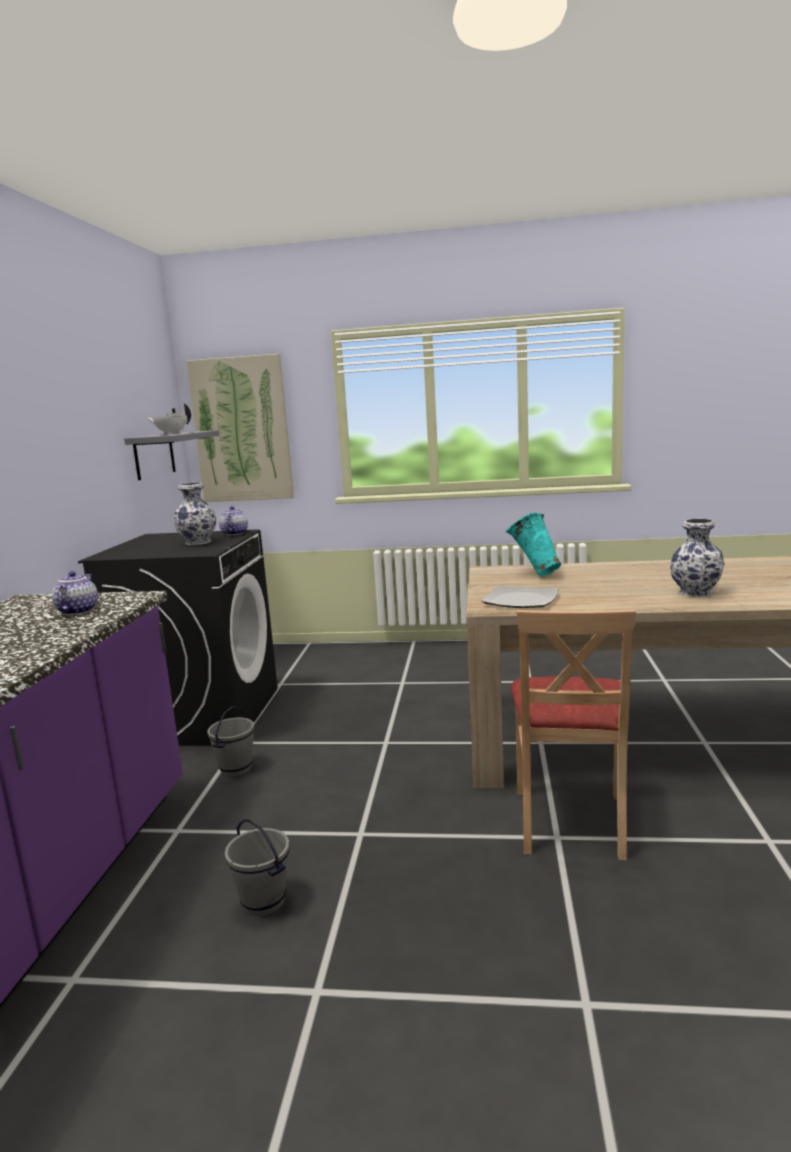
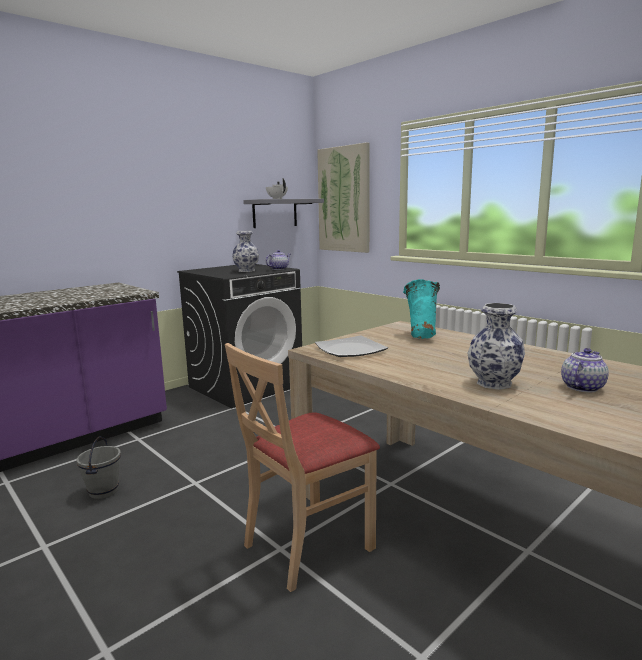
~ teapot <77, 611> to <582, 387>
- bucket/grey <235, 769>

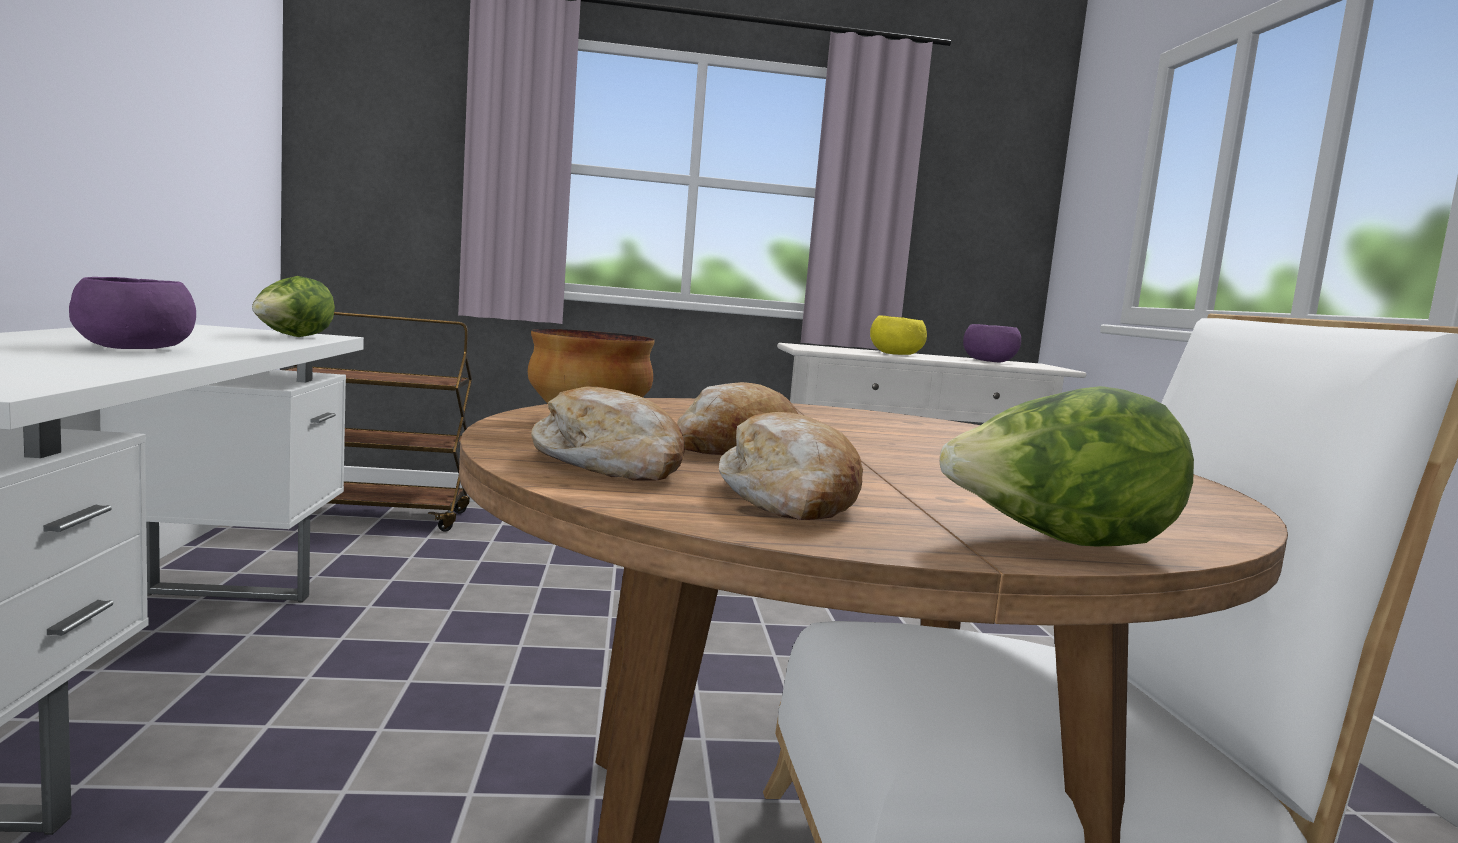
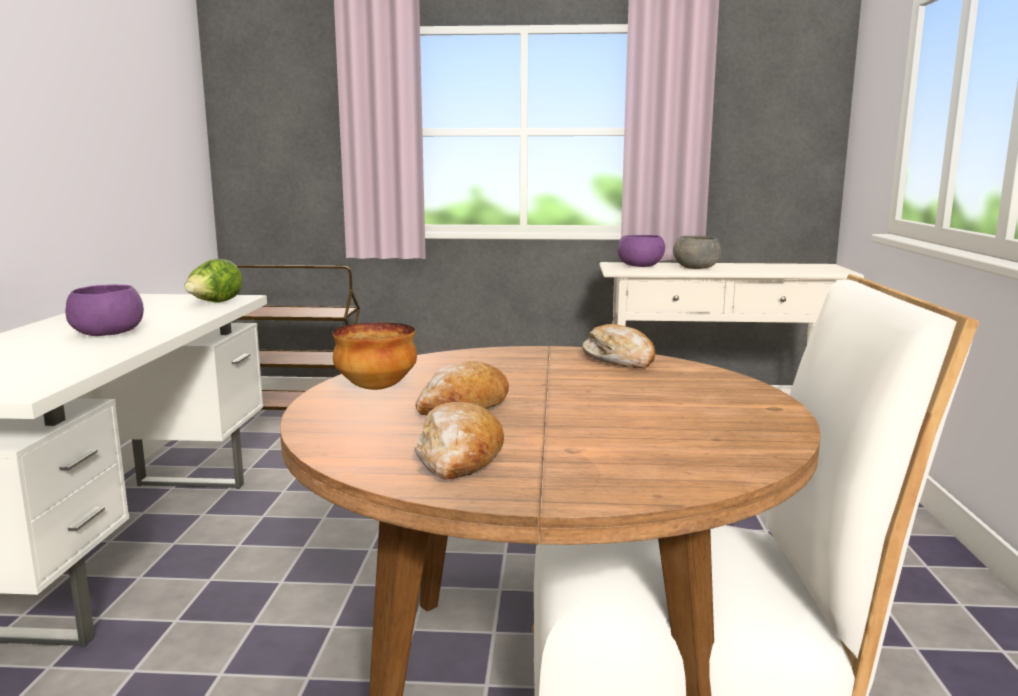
~ bread <609, 464> to <619, 360>
~ bowl/purple <989, 361> to <640, 266>
~ bowl/yellow <896, 354> to bowl/grey <696, 268>
- lettuce <1057, 544>

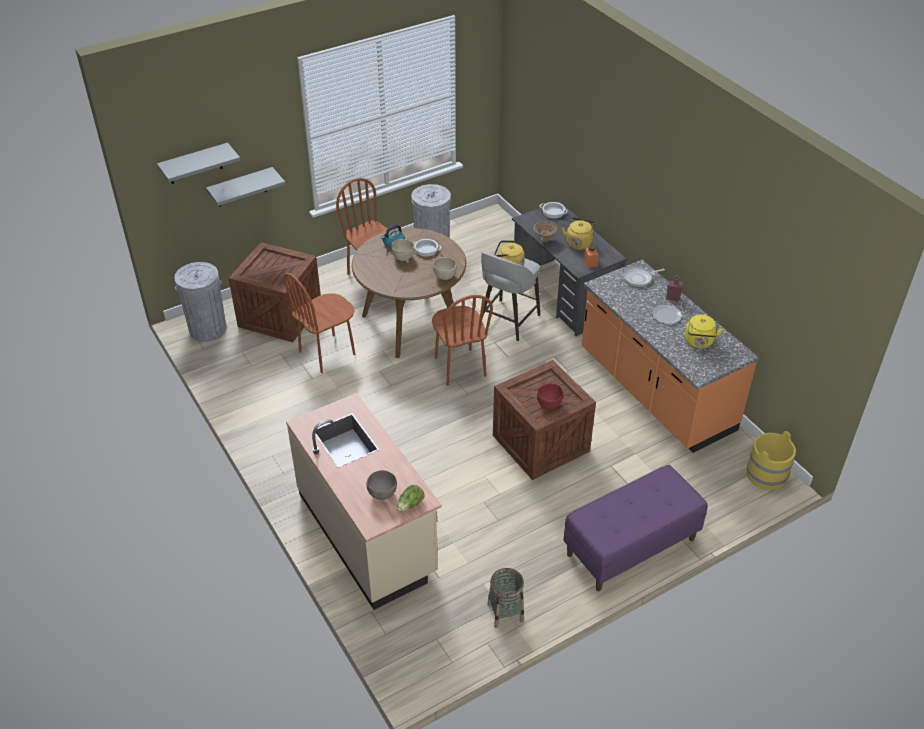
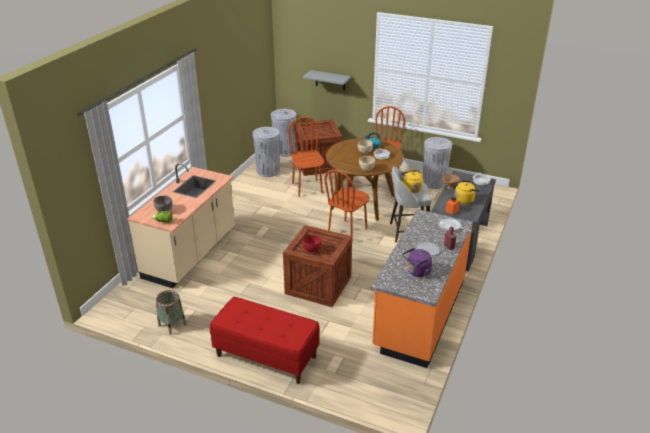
~ bench/purple <631, 547> to bench/red <266, 356>
+ trash can/grey <268, 171>
~ chair/brown <327, 353> = <307, 188> 60 degrees clockwise
~ kettle/yellow <699, 342> to kettle/purple <417, 272>
- shelf/grey <195, 164>
- bucket/yellow <766, 475>

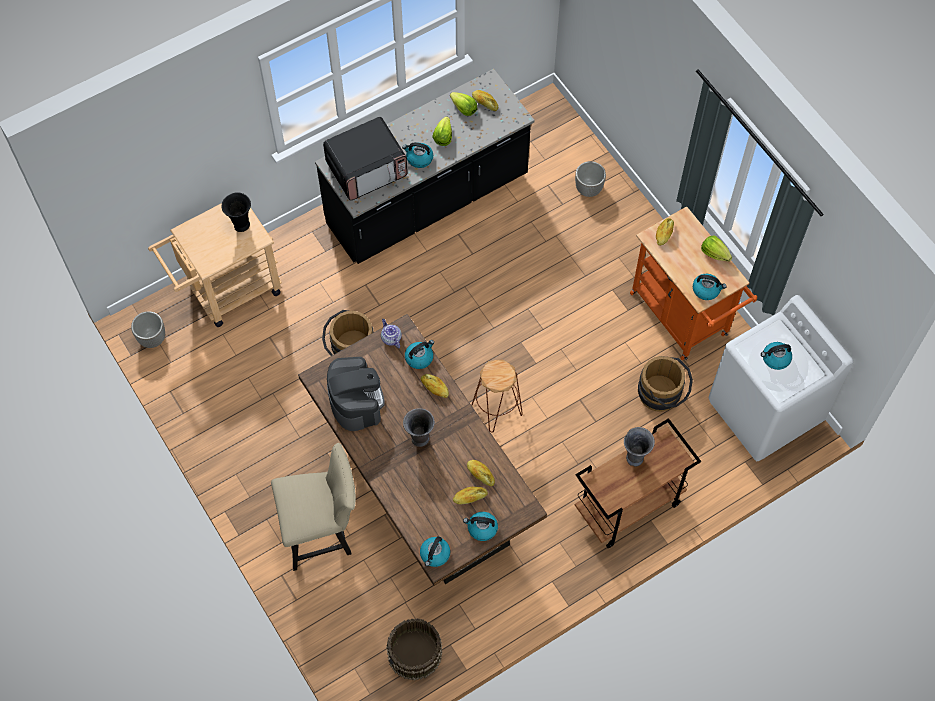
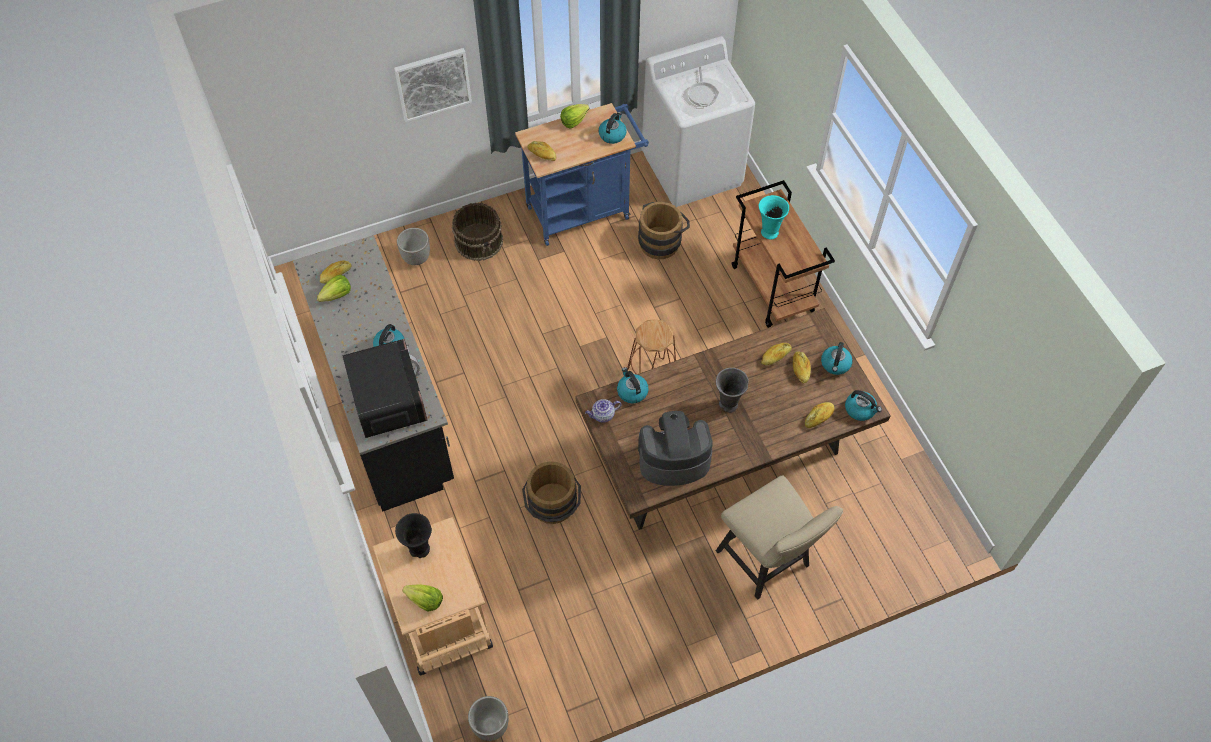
+ picture <433, 84>
~ lettuce <443, 137> to <425, 601>
~ bucket/brown <415, 654> to <479, 240>
~ cart/orange <683, 318> to cart/blue <584, 210>
~ kettle <775, 359> to frying pan <702, 94>
~ chair/beige <322, 532> = <767, 562> 150 degrees clockwise
~ vase/grey <635, 457> to vase/turquoise <769, 232>
~ bread <434, 388> to <819, 417>

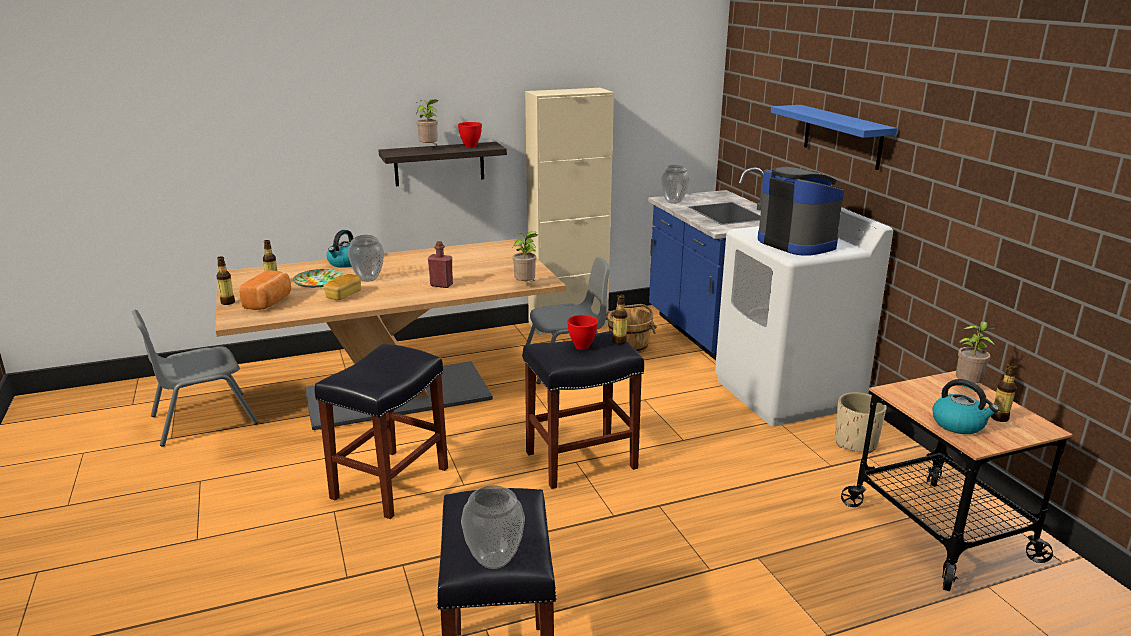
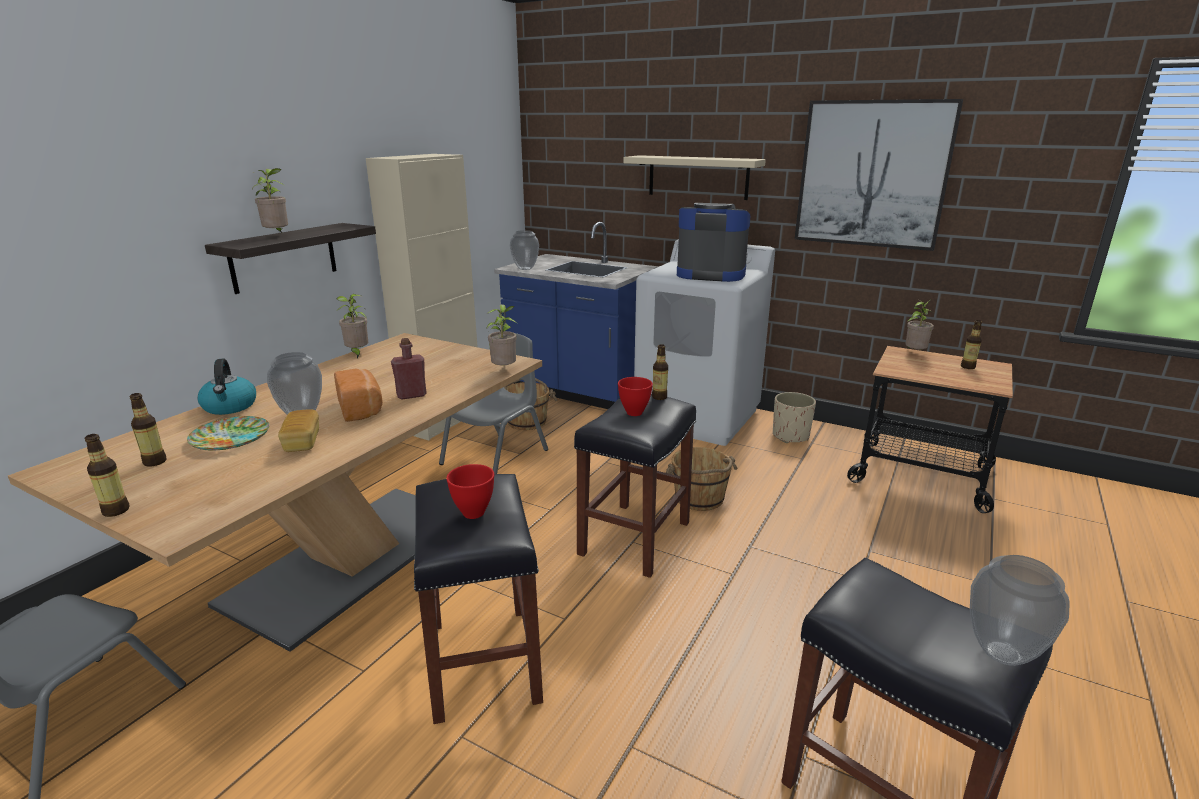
~ bread <269, 302> to <361, 408>
+ potted plant <357, 354>
~ bowl/red <470, 146> to <473, 514>
~ shelf/blue <842, 136> to shelf/beige <698, 177>
+ bucket/brown <699, 498>
+ picture <872, 174>
- kettle <959, 424>

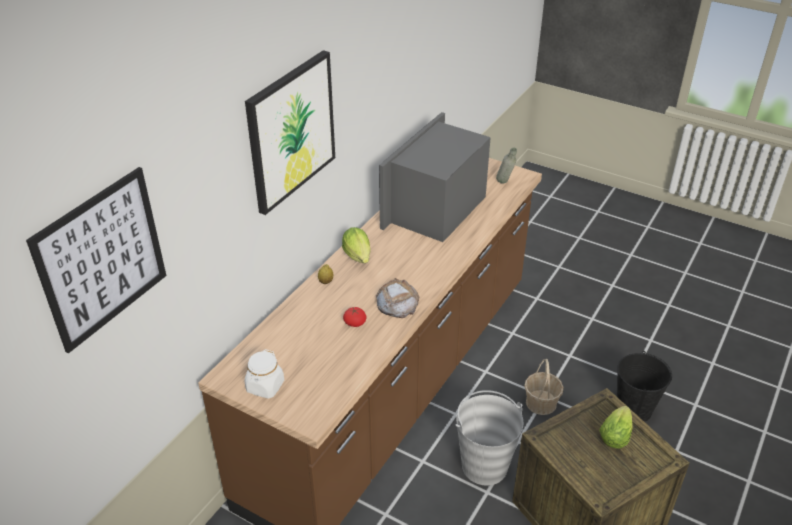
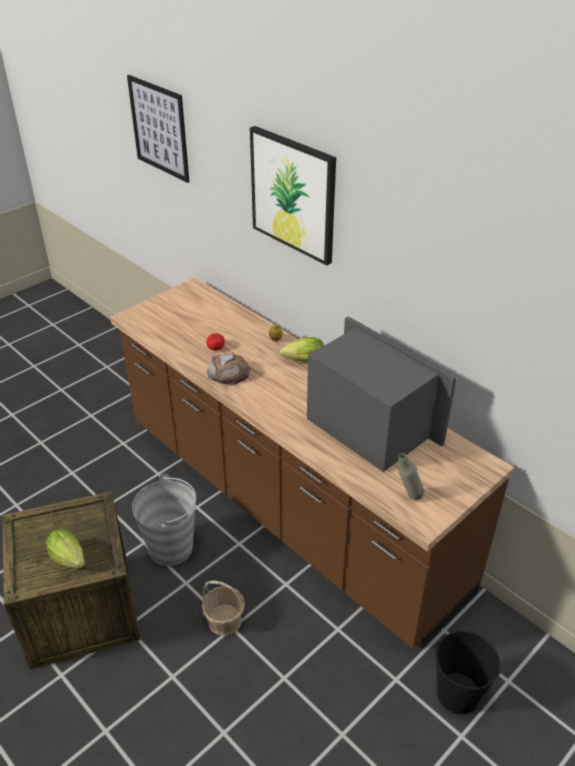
~ bucket/black <633, 409> to <457, 693>
- jar/white <265, 386>

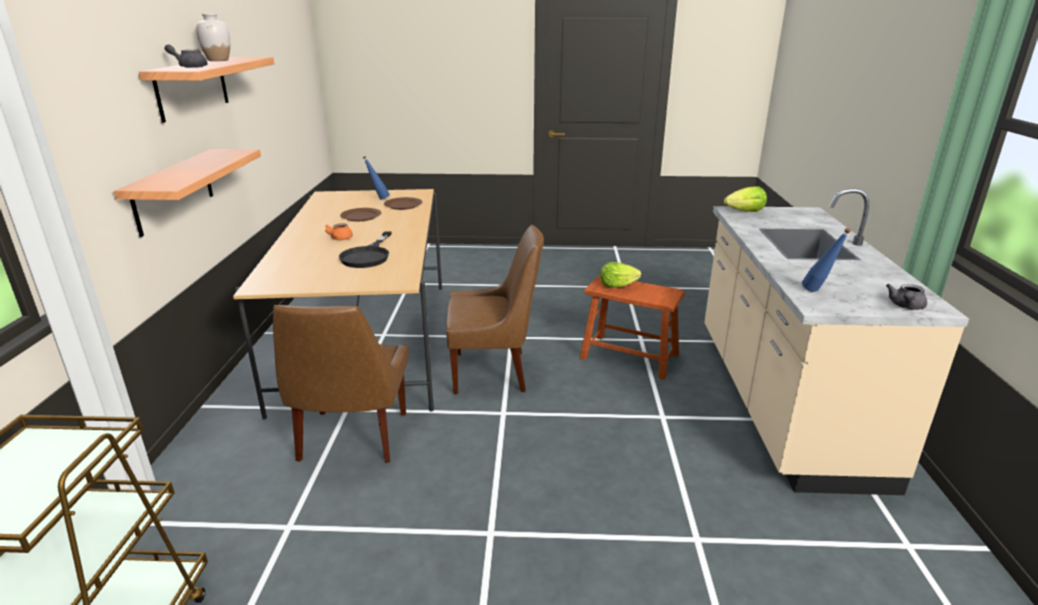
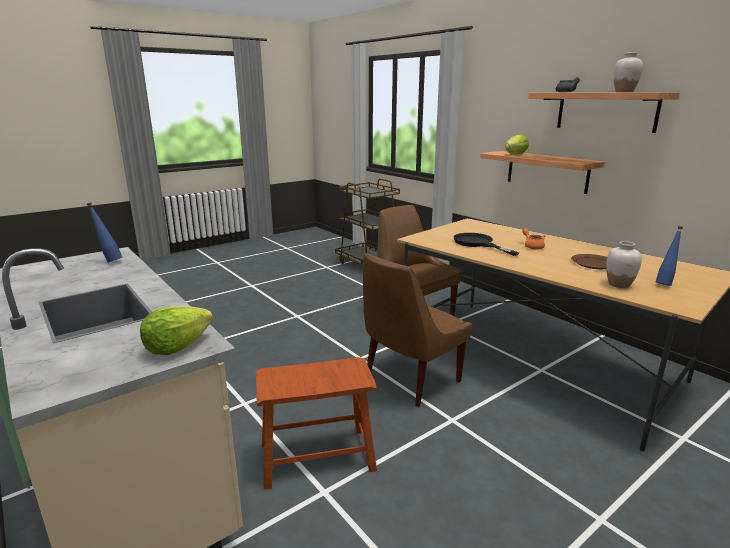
~ lettuce <617, 286> to <515, 154>
~ plate/brown <403, 205> to vase/white <619, 285>
- teapot/grey <905, 306>

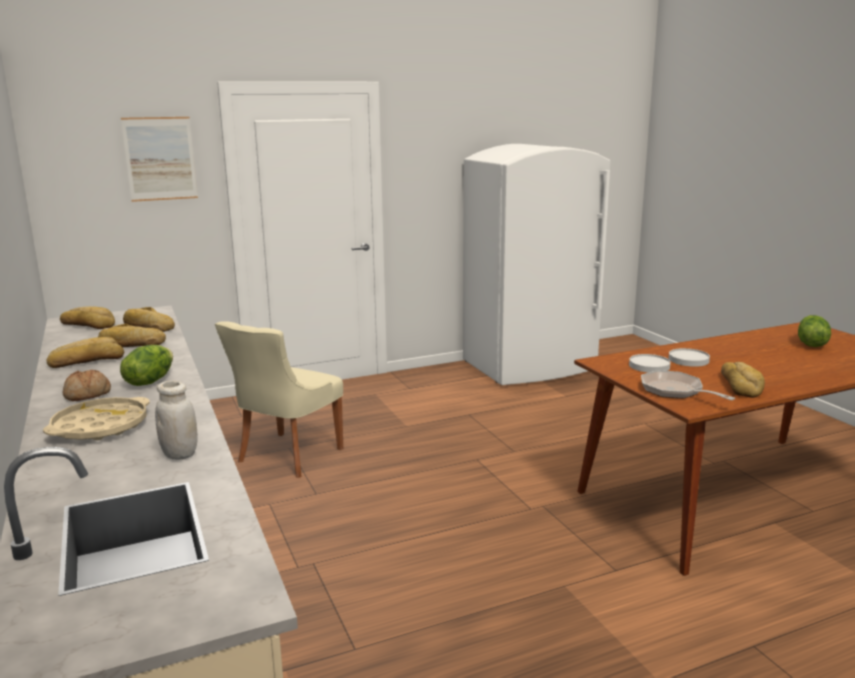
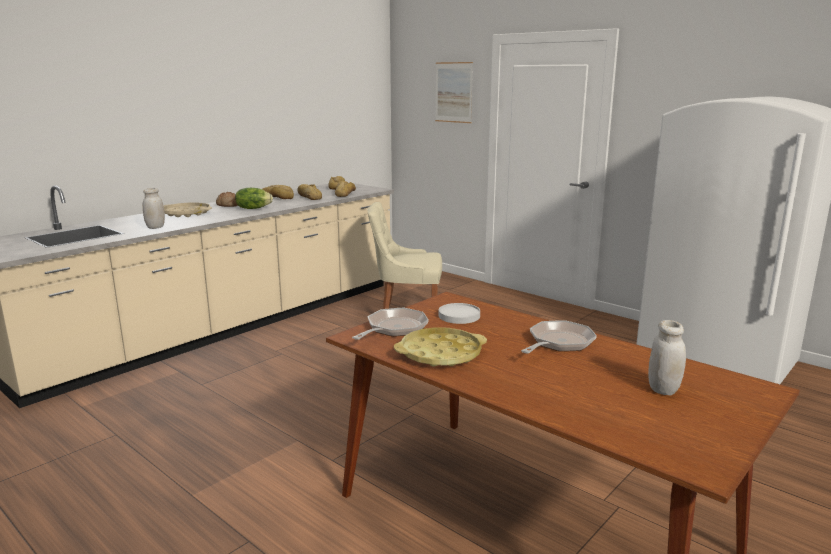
~ bread <741, 385> to tray/yellow <440, 354>
+ frying pan <558, 343>
~ lettuce <810, 344> to jar/white <663, 389>
- plate/white <688, 360>

